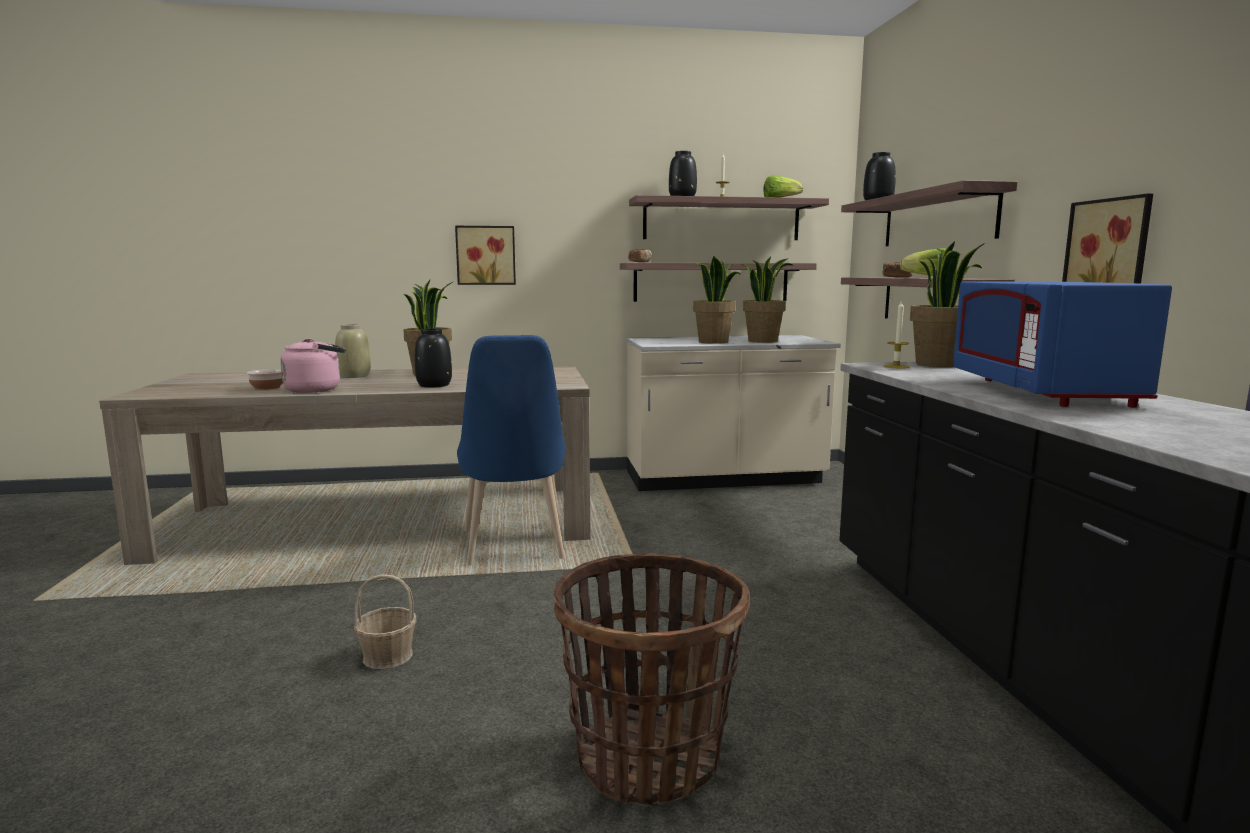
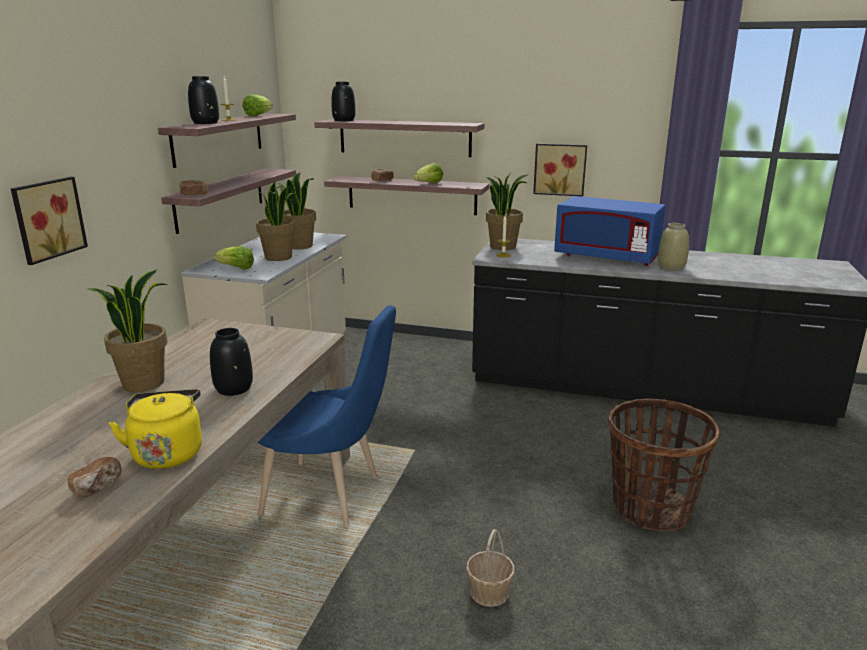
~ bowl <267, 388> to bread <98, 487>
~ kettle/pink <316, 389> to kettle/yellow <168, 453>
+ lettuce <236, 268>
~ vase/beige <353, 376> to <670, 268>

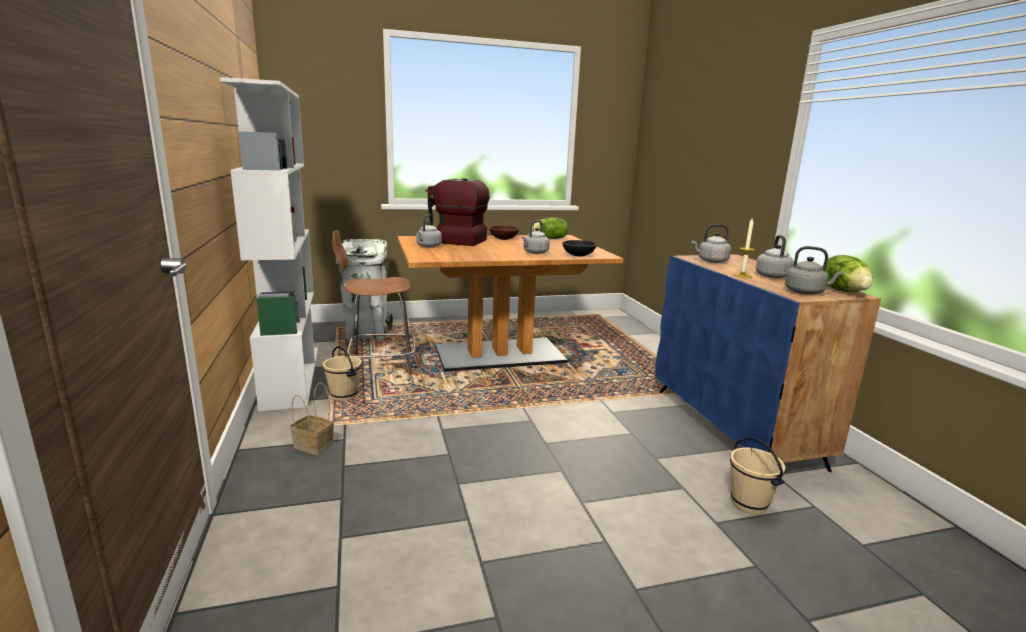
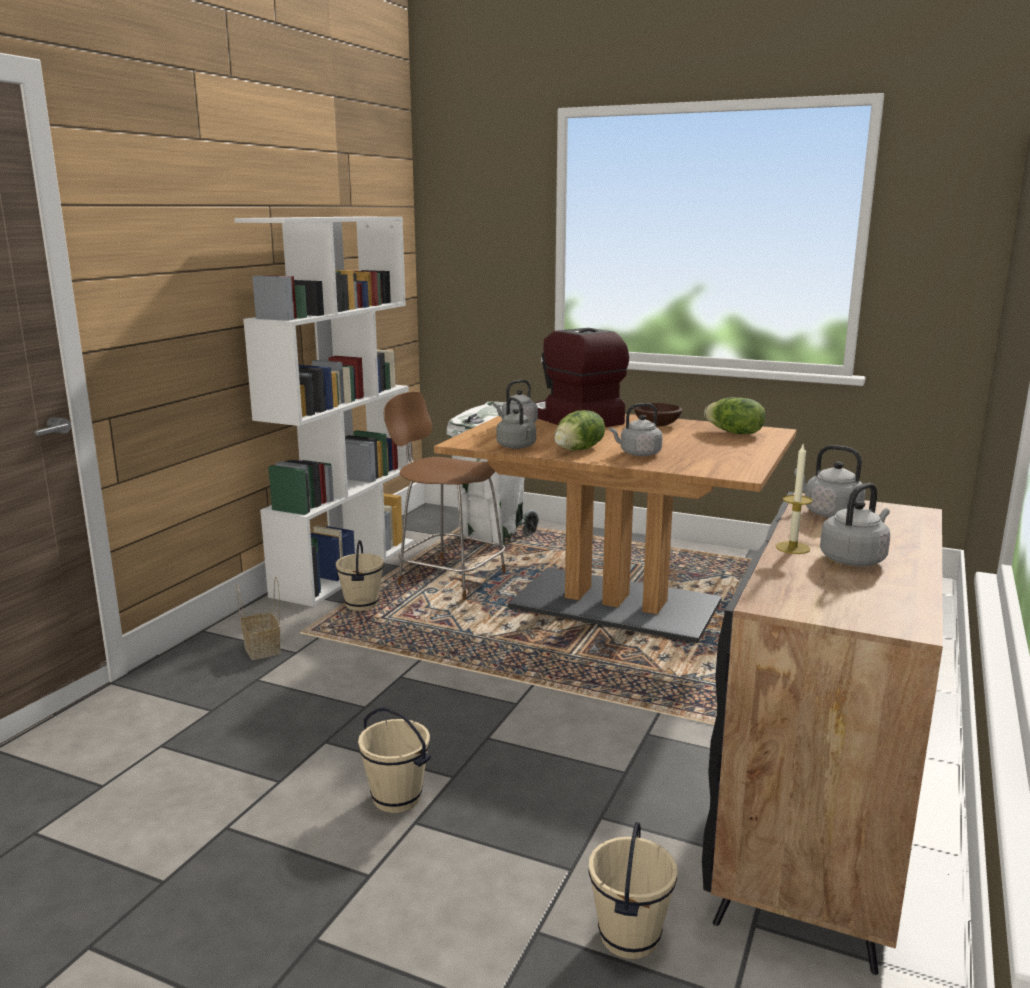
+ bucket/beige <396, 799>
~ kettle/grey <806, 292> to <517, 447>
~ lettuce <844, 291> to <579, 450>
~ cabinet/blue <735, 427> to cabinet/black <816, 832>
- bowl/black <579, 255>

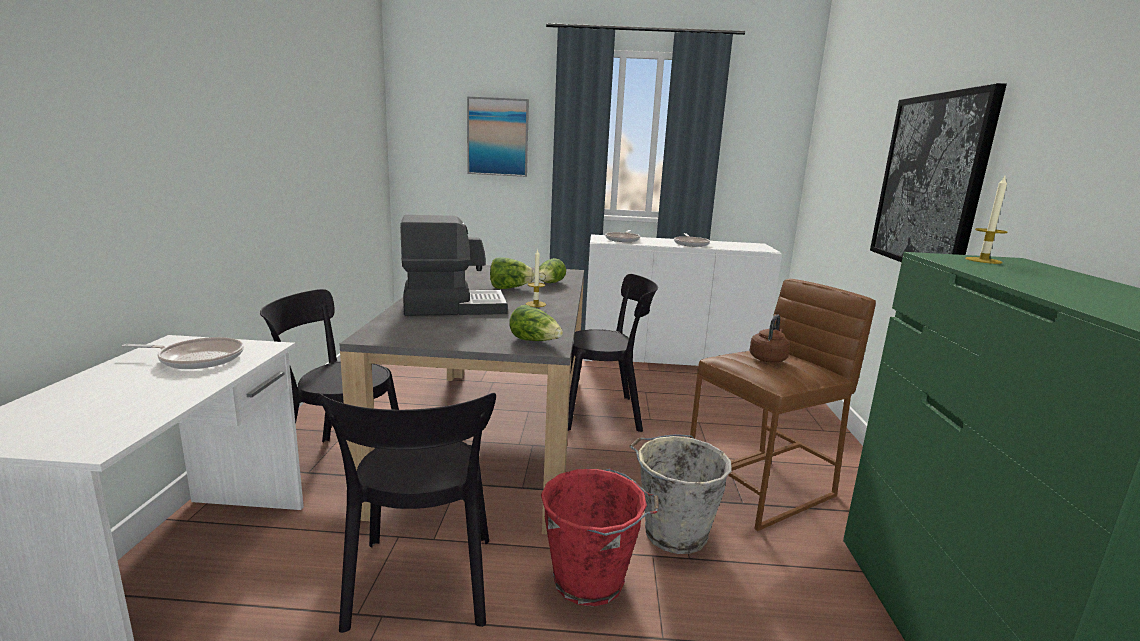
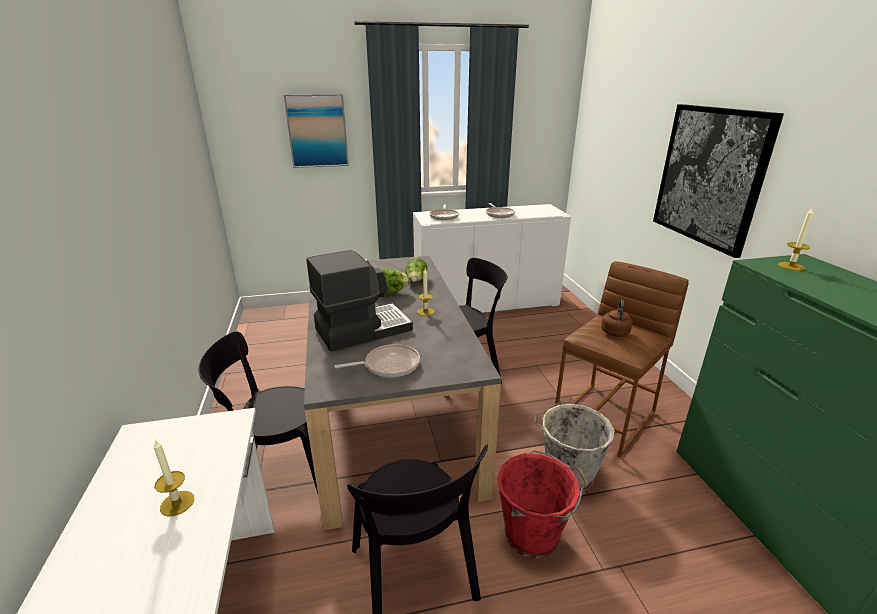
+ candle <177, 503>
~ frying pan <197, 359> to <388, 365>
- lettuce <535, 341>

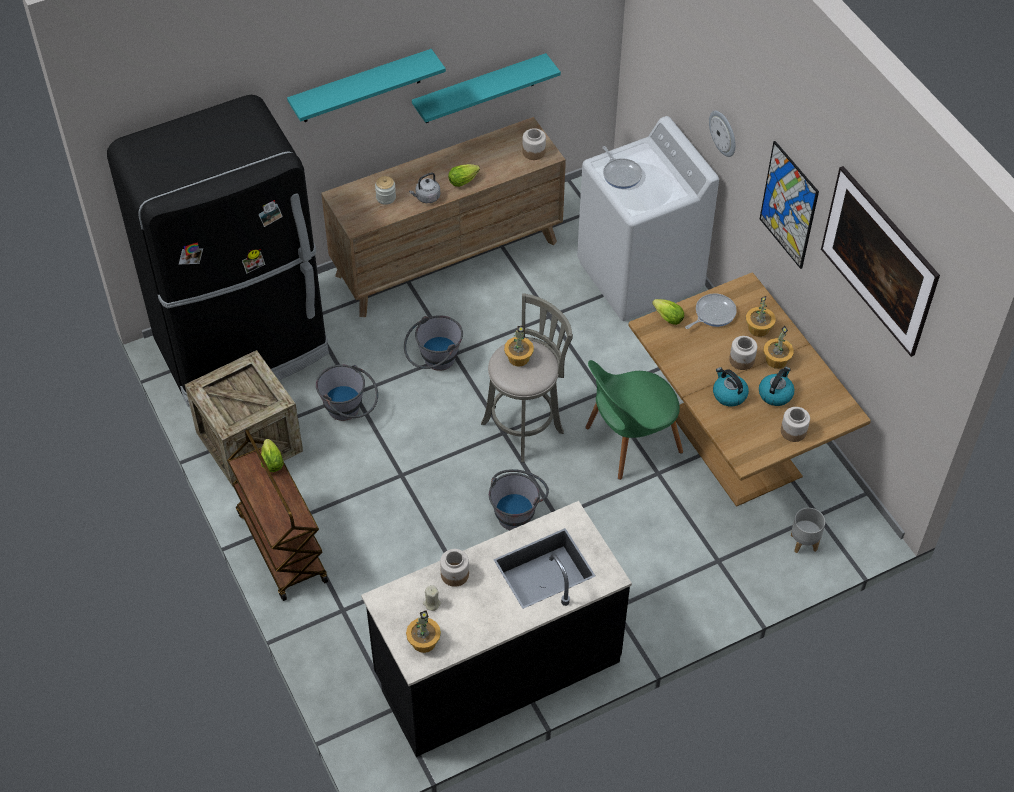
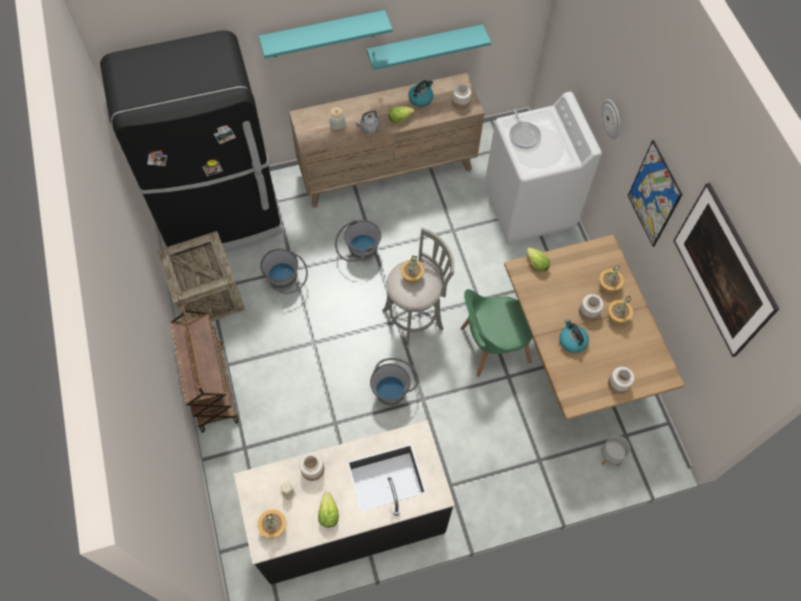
~ lettuce <271, 461> to <328, 512>
~ kettle <775, 394> to <421, 99>
- frying pan <713, 313>

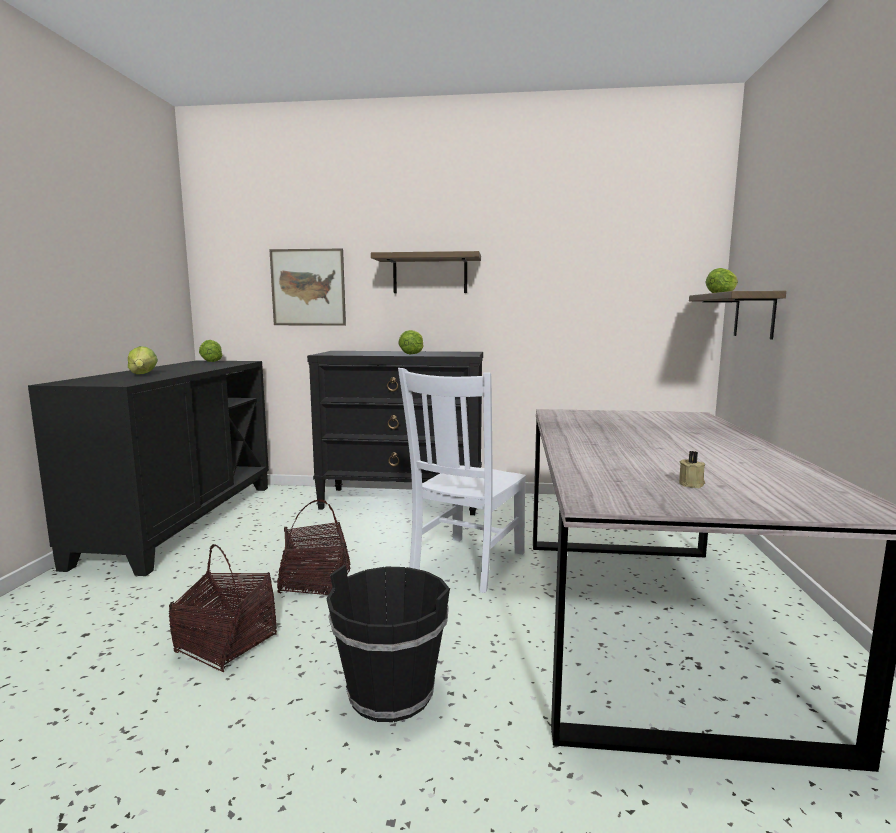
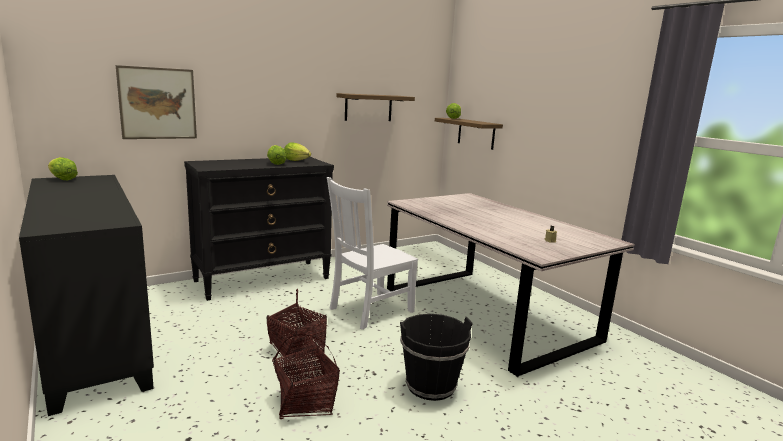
~ lettuce <143, 374> to <296, 161>
~ chair/white <466, 564> = <369, 310> 60 degrees clockwise
~ shelf <430, 274> to <368, 107>

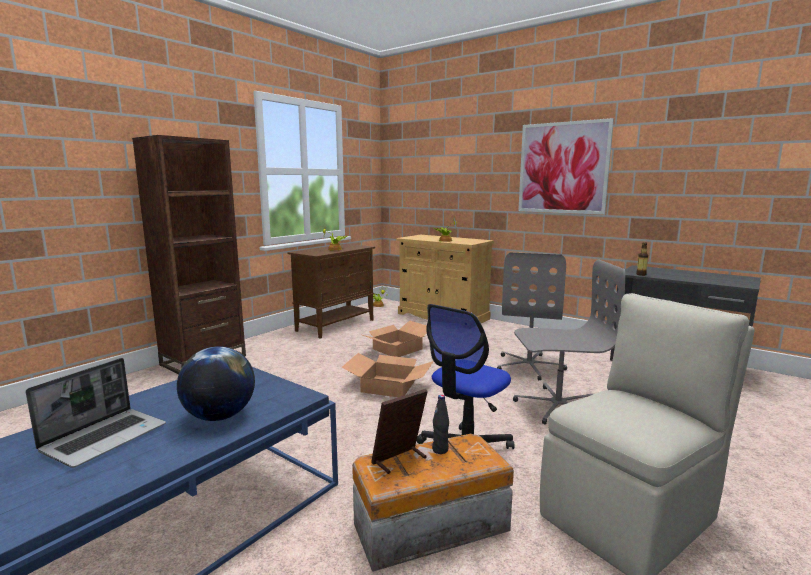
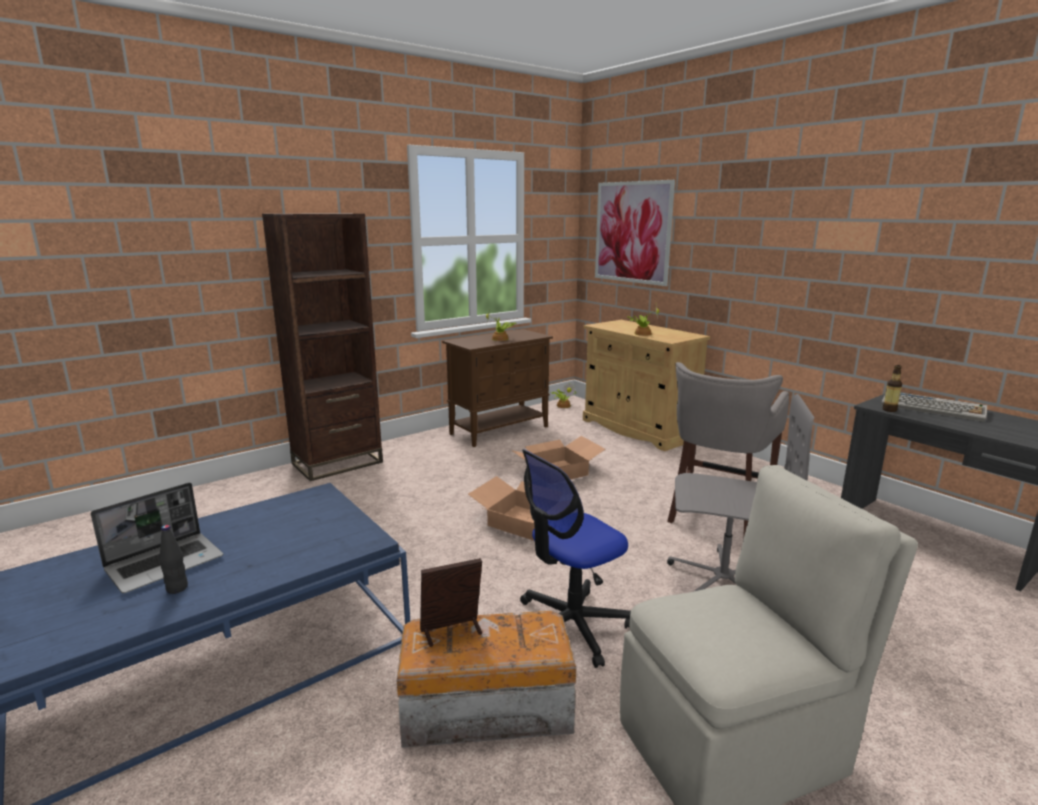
~ bottle/black <440, 450> to <177, 588>
~ picture <563, 168> to <632, 232>
~ office chair/grey <529, 366> to stool/grey <716, 516>
+ keyboard <933, 408>
- globe <220, 416>

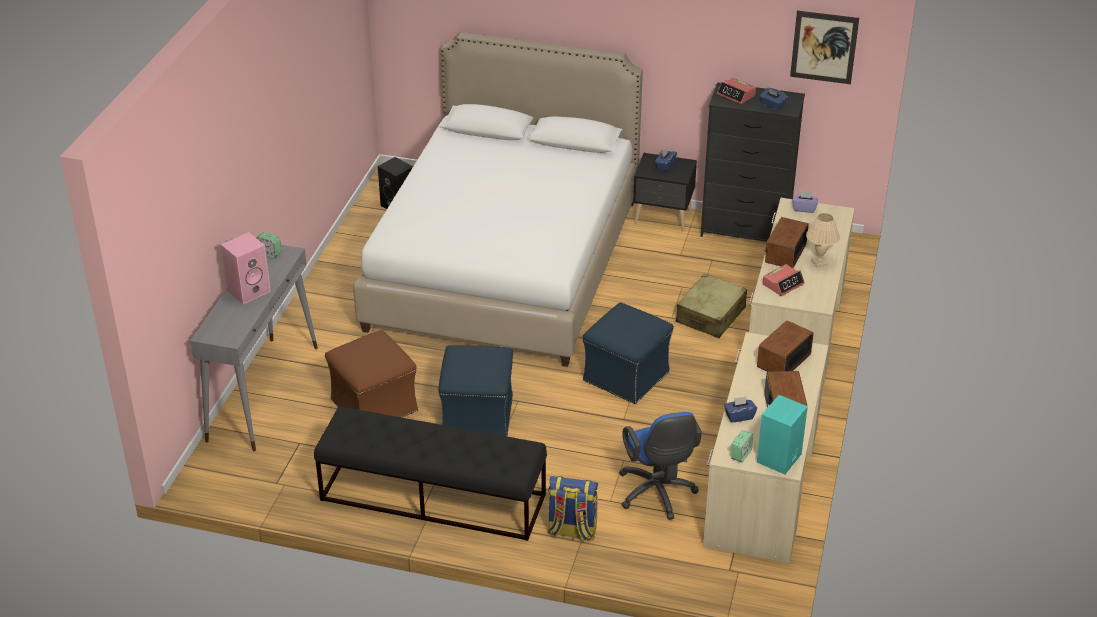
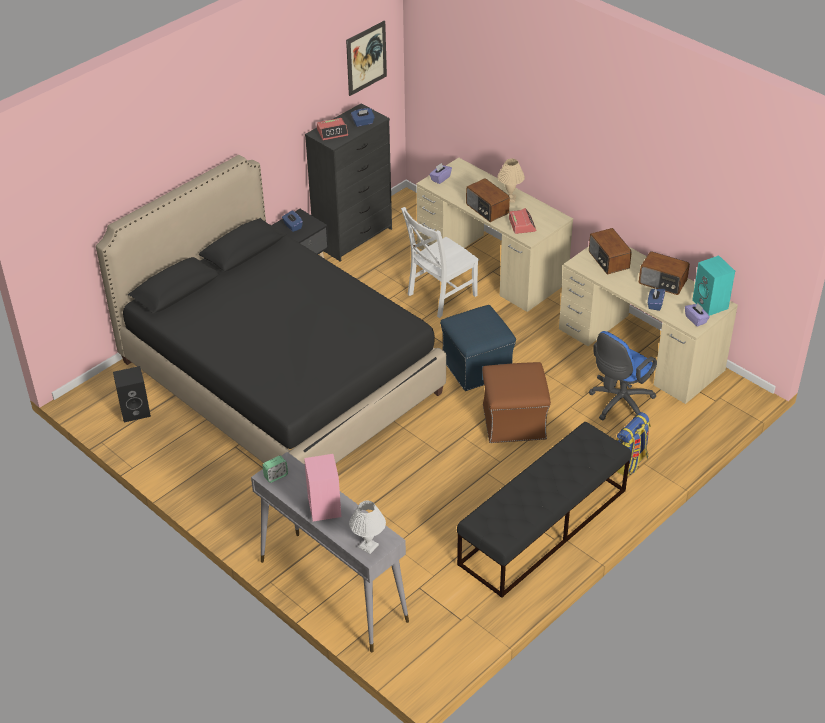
~ bed/white <505, 264> to bed/black <280, 377>
+ table lamp/white <368, 546>
~ suitcase/beige <711, 315> to chair/white <440, 296>
~ ottoman/brown <373, 405> to <513, 422>
~ office chair/blue <657, 494> = <618, 404> 120 degrees clockwise
~ alarm clock <741, 454> to tissue box/purple <696, 319>
- ottoman/blue <477, 414>

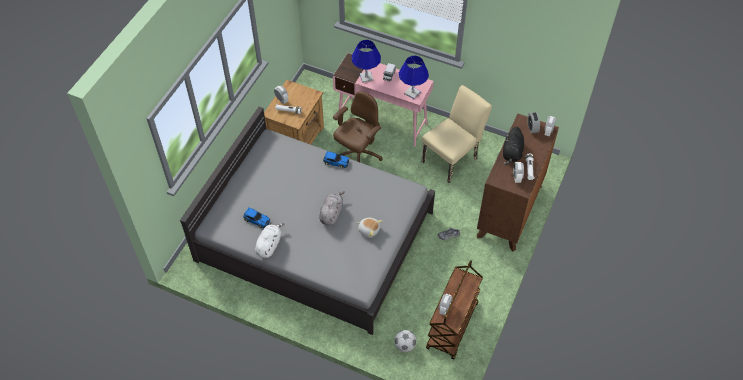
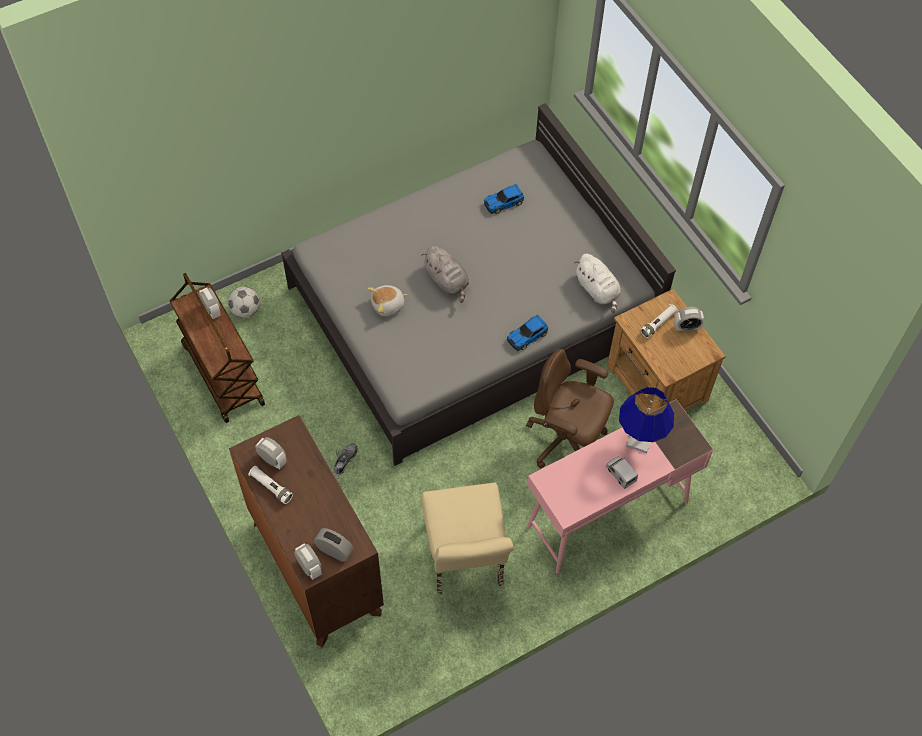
~ office chair/brown <358, 155> = <566, 440> 135 degrees clockwise
~ plush toy/white <269, 245> to <598, 290>
- table lamp/blue <412, 93>
- plush toy/black <512, 153>

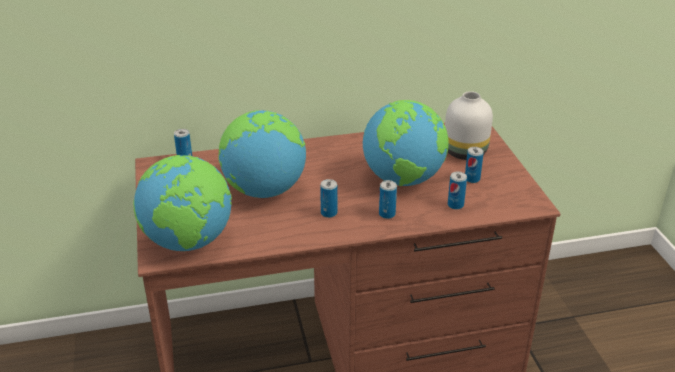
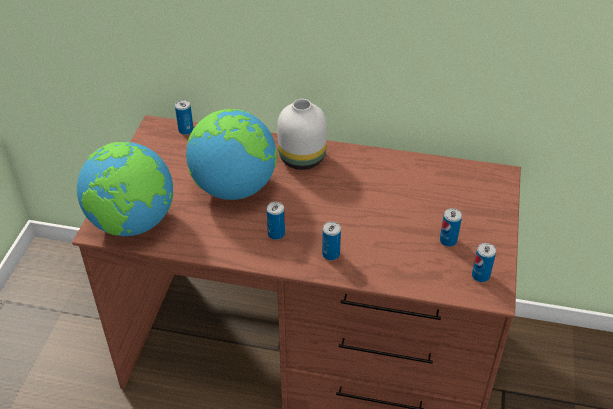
~ vase/white <465, 151> to <303, 158>
~ can <455, 205> to <480, 275>
- globe <403, 179>

